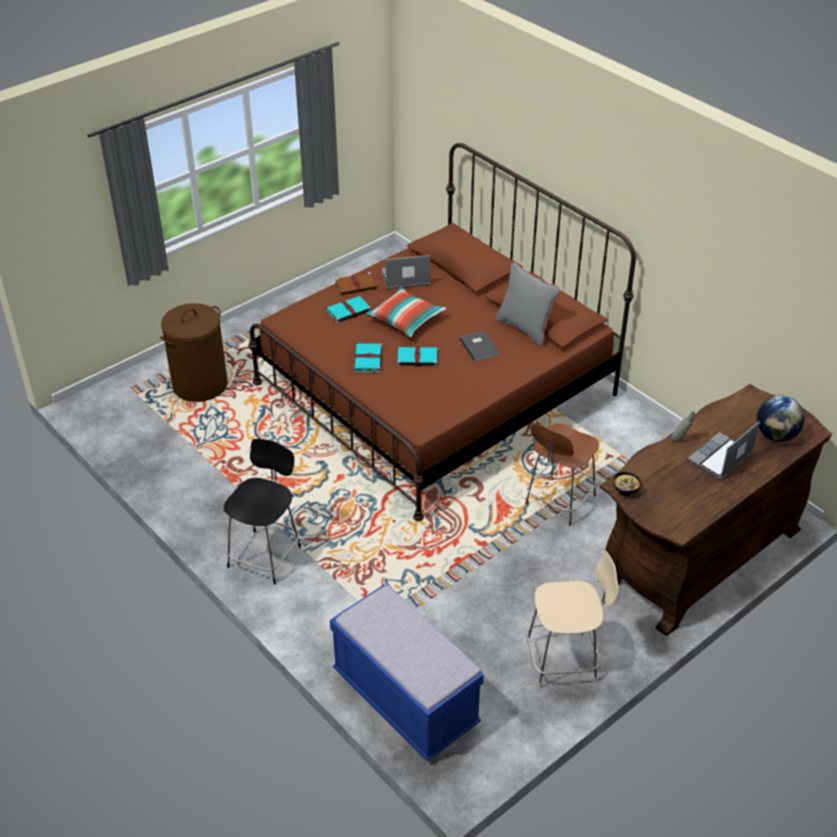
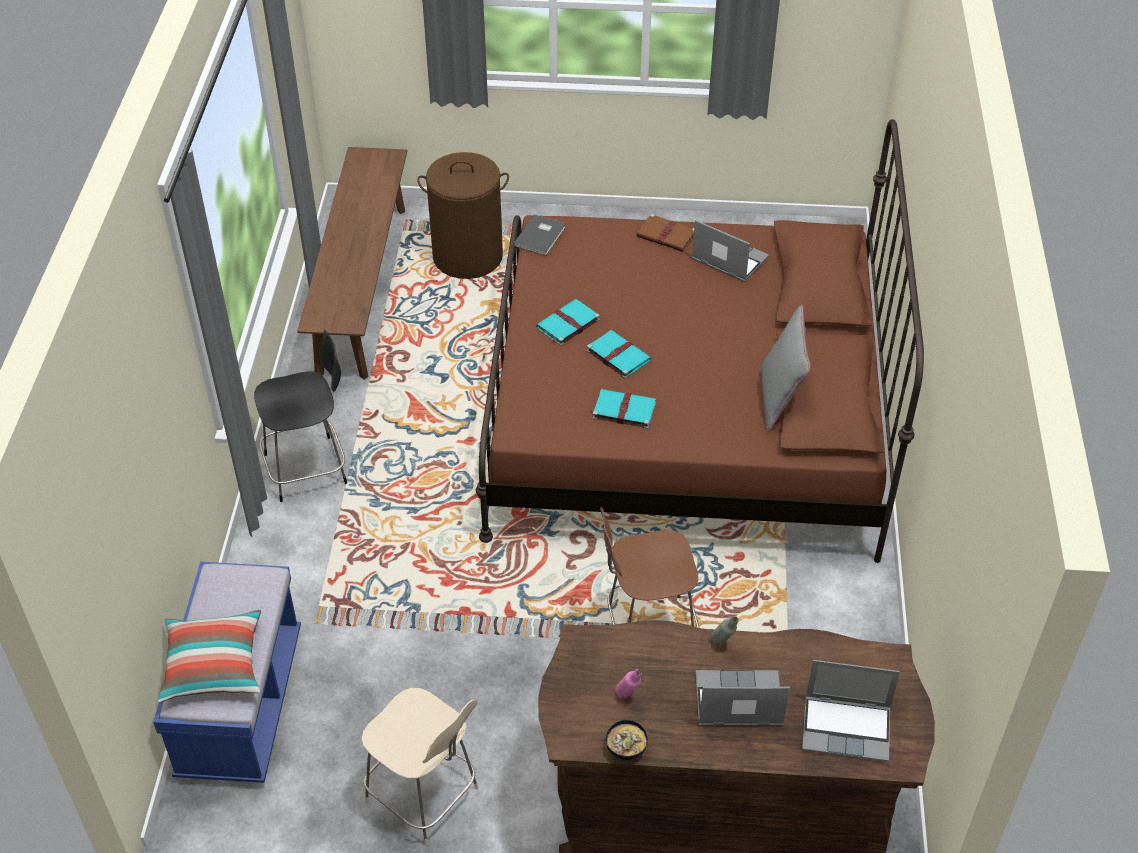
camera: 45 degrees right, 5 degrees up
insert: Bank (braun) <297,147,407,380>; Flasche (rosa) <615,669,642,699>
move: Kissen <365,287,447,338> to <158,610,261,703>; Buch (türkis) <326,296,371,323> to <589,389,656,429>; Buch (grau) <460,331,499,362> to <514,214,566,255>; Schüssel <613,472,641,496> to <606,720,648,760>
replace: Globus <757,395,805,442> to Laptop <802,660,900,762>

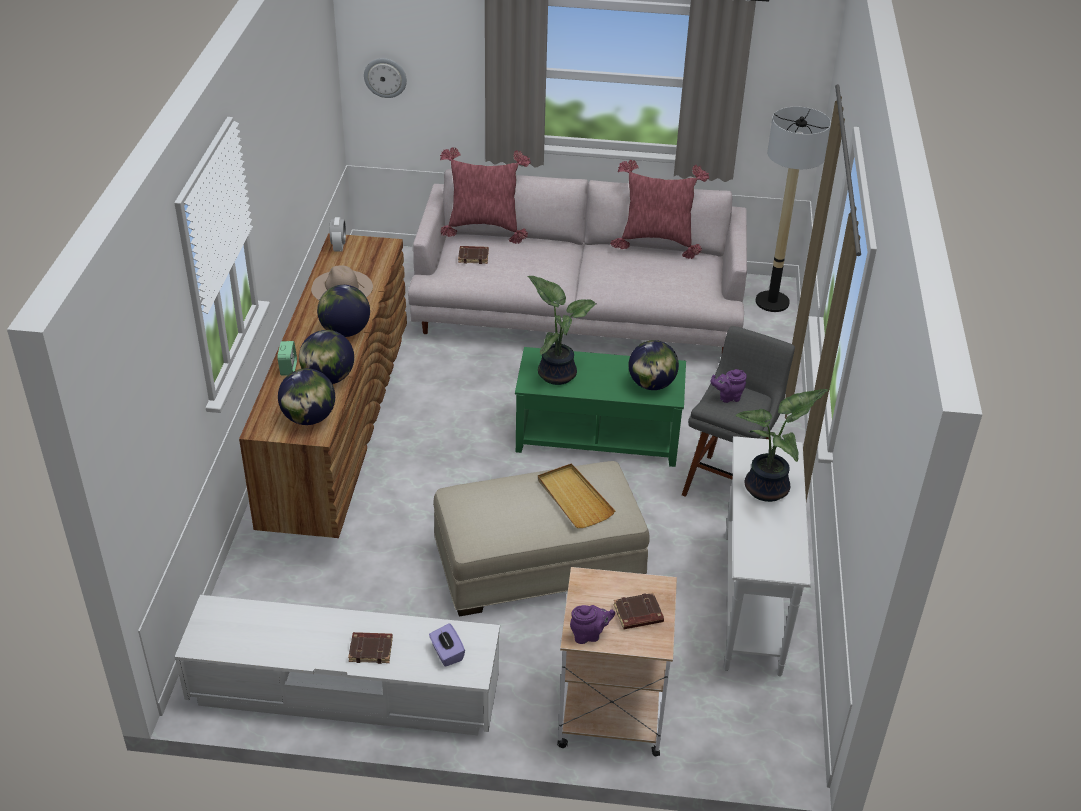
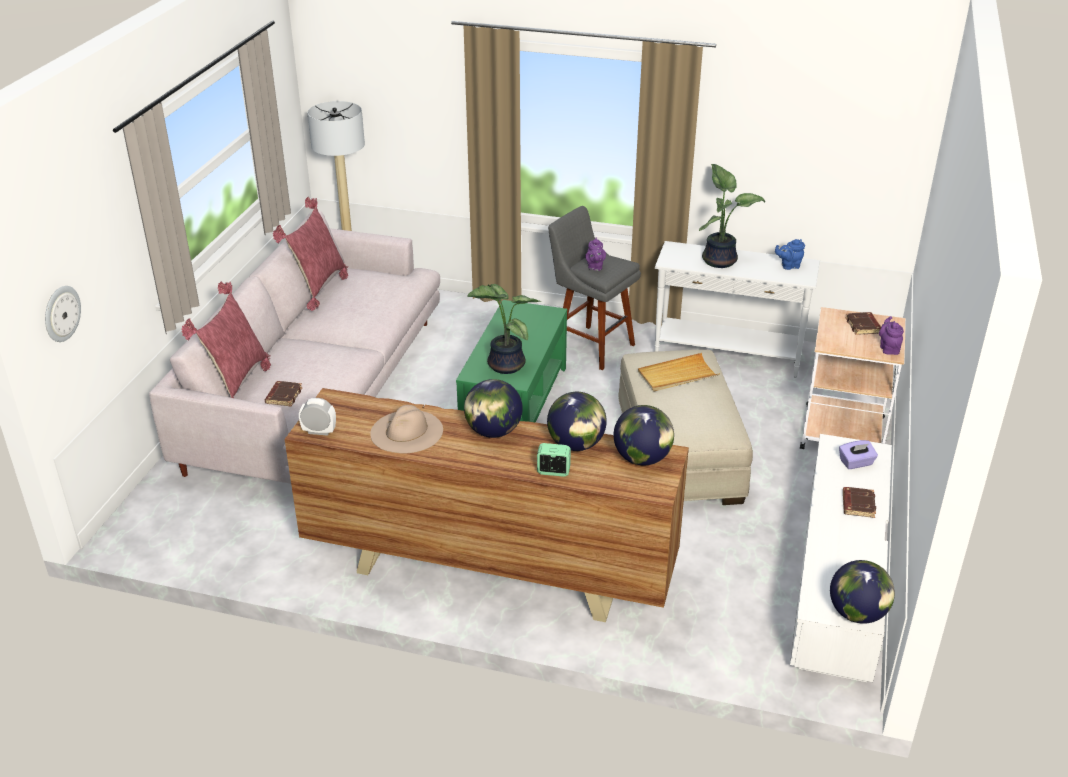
camera: 80 degrees left, 5 degrees down
insert: Teekanne (blau) <775,239,805,270>
move: Globus <629,340,679,390> to <830,560,895,624>

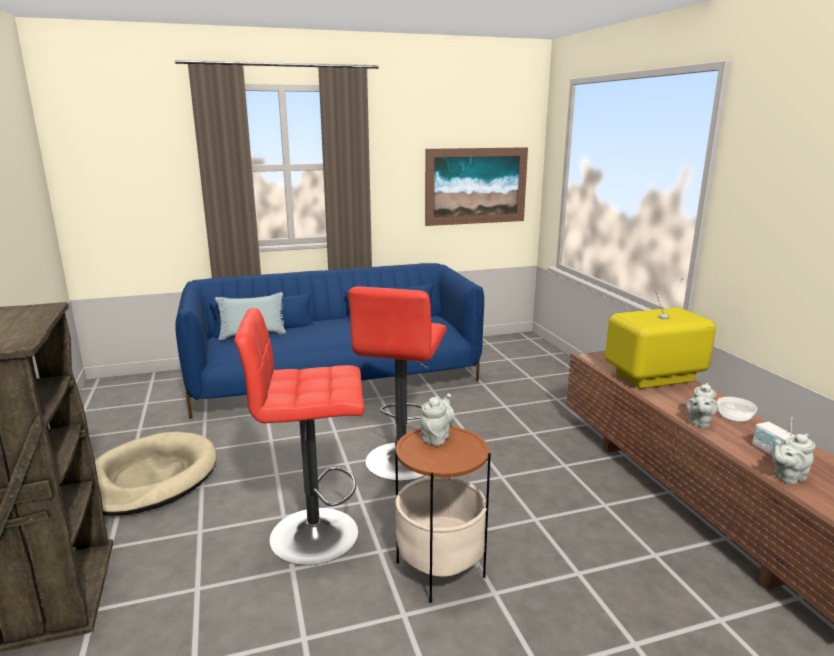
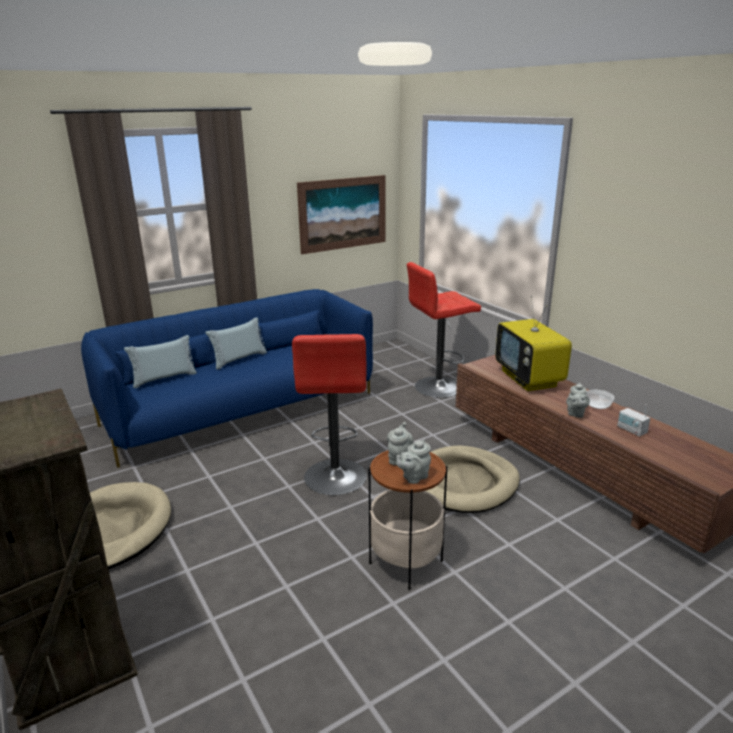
camera: 15 degrees left, 5 degrees up
insert: Kissen (blau) <205,317,267,369>; Hundebett (beige) <426,446,520,513>
move: Hocker (rot) <234,308,364,565> to <407,262,481,398>; Teekanne (grau) <772,434,815,484> to <396,439,431,484>
rotate: Fernseher <605,278,716,389> = <495,296,572,391> 75 degrees counterclockwise

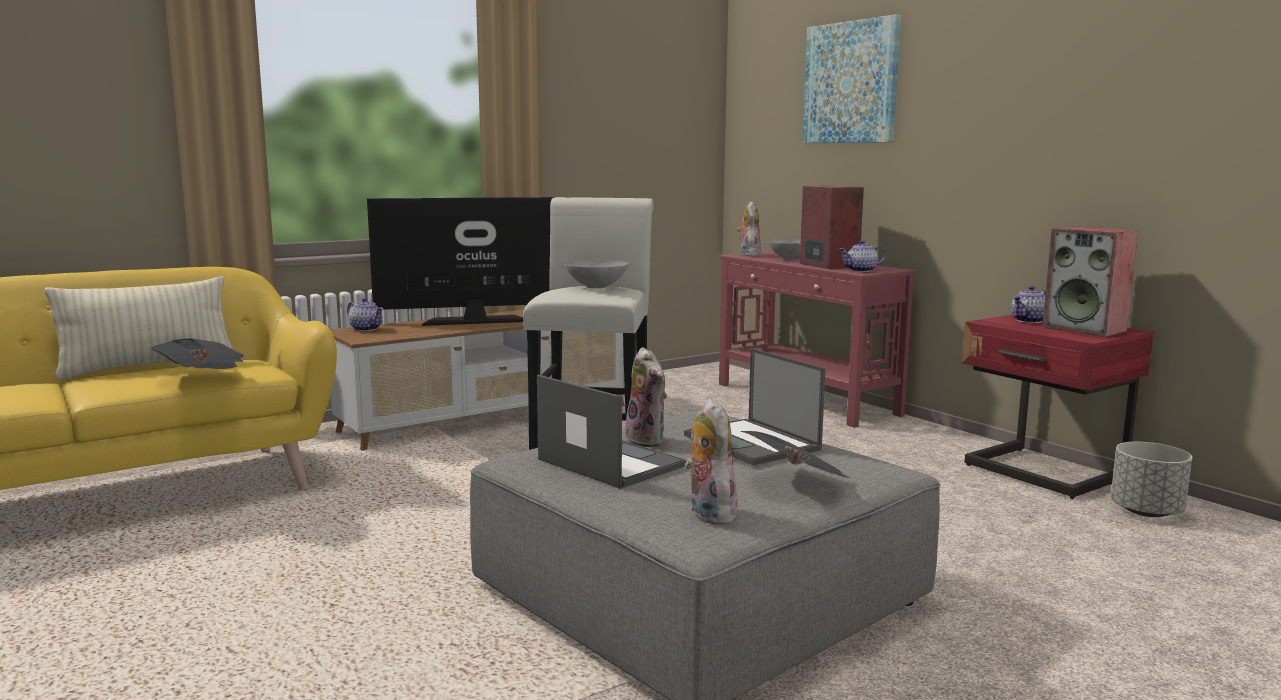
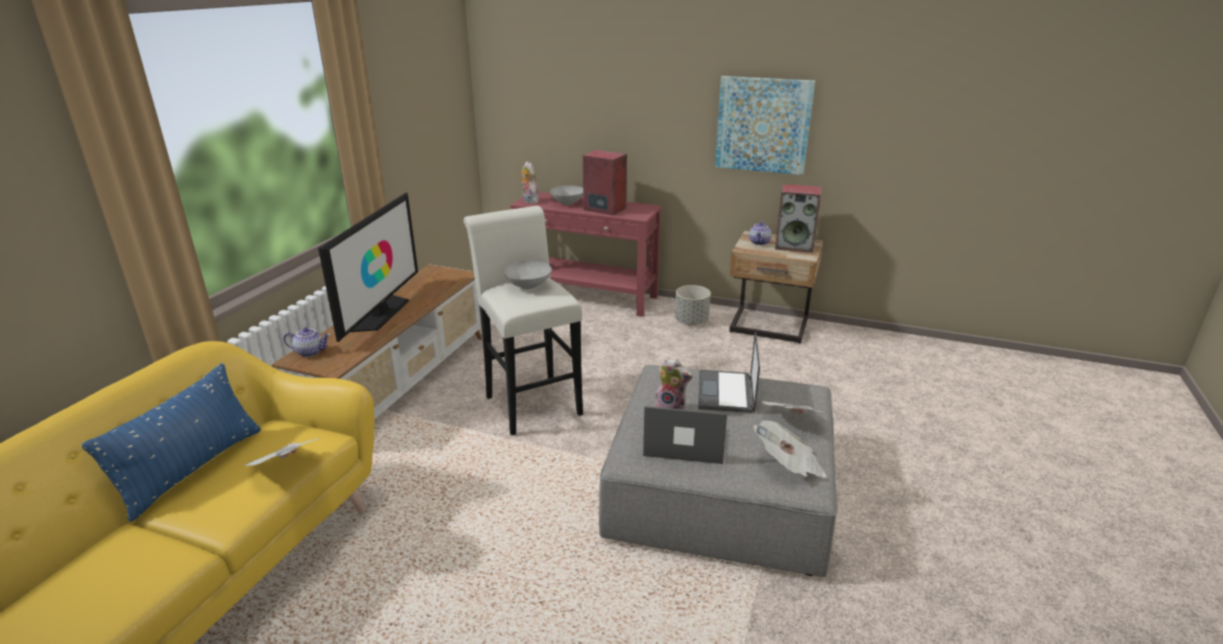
camera: 35 degrees left, 15 degrees up
delete: Teekanne <839,240,885,272>
move: Bild <803,14,901,143> to <715,76,815,175>; Pflanzkübel (grau) <1111,442,1192,517> to <675,285,711,325>
replace: Plüschtier <685,399,738,525> to Zeitung <753,420,827,478>
recolor: Kissen (beige) <44,276,234,380> to Kissen (blau) <82,363,261,522>; Nachttisch (rot) <962,315,1153,499> to Nachttisch (beige) <729,231,823,344>
rotate: Fernseher <367,197,556,326> = <318,192,418,342> 150 degrees clockwise; Laptop <684,348,826,465> = <698,332,760,413> 75 degrees clockwise

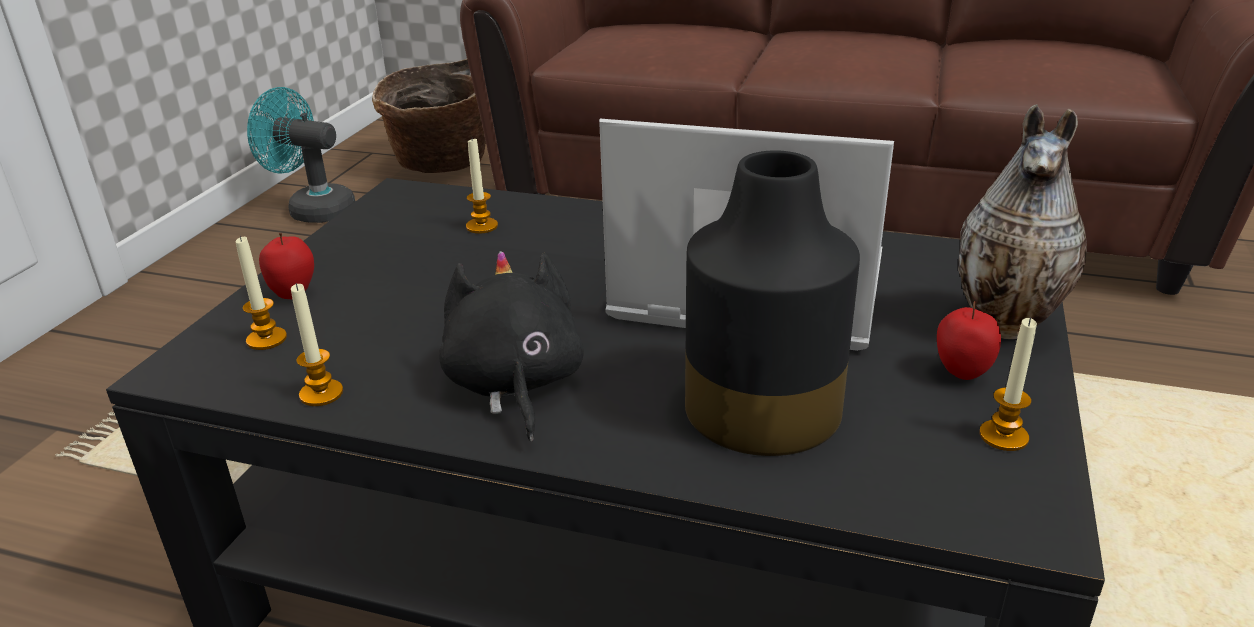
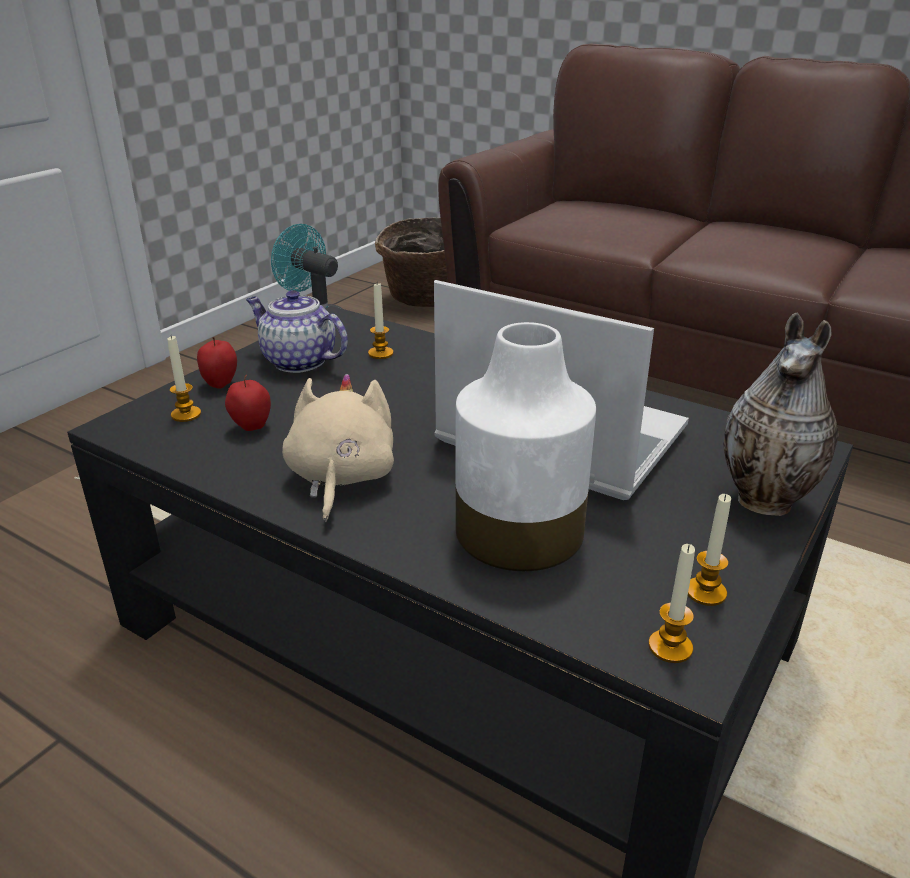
camera: 15 degrees right, 0 degrees up
insert: Teekanne <246,290,348,373>
move: Kerze <291,283,343,406> to <648,544,695,663>; Apfel <937,301,1001,380> to <225,375,271,431>
recolor: Vase (schwarz) <685,150,860,456> to Vase (weiß) <456,322,596,571>; Plüschtier (schwarz) <439,251,584,441> to Plüschtier (beige) <282,374,394,522>

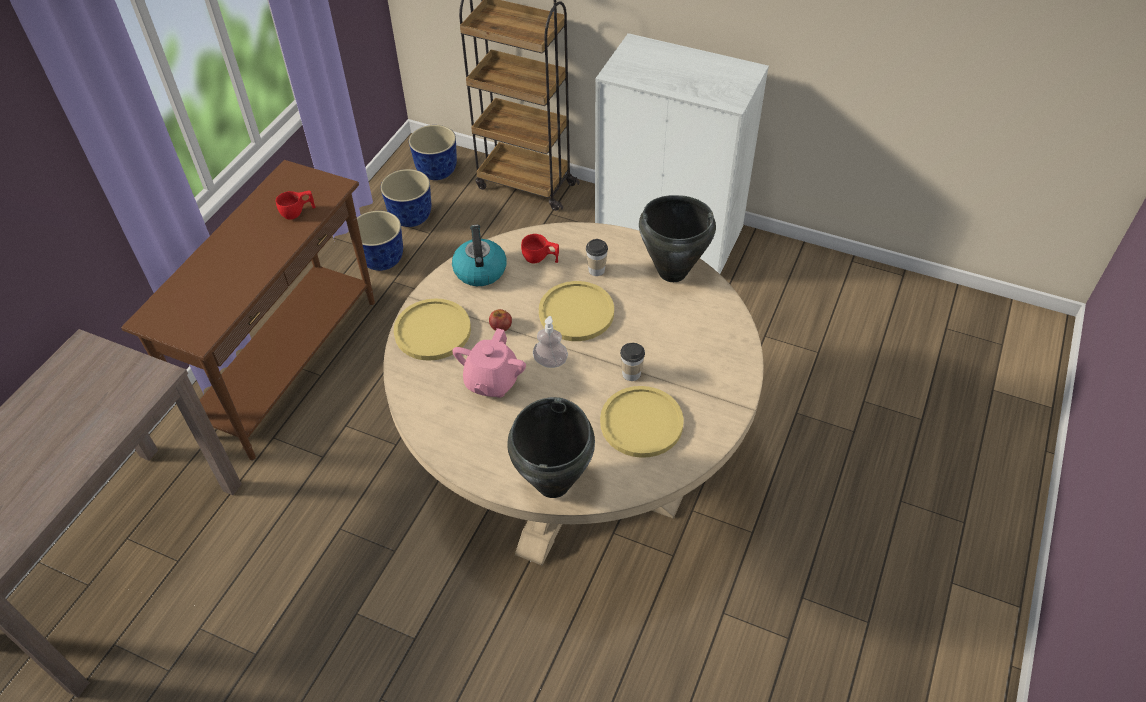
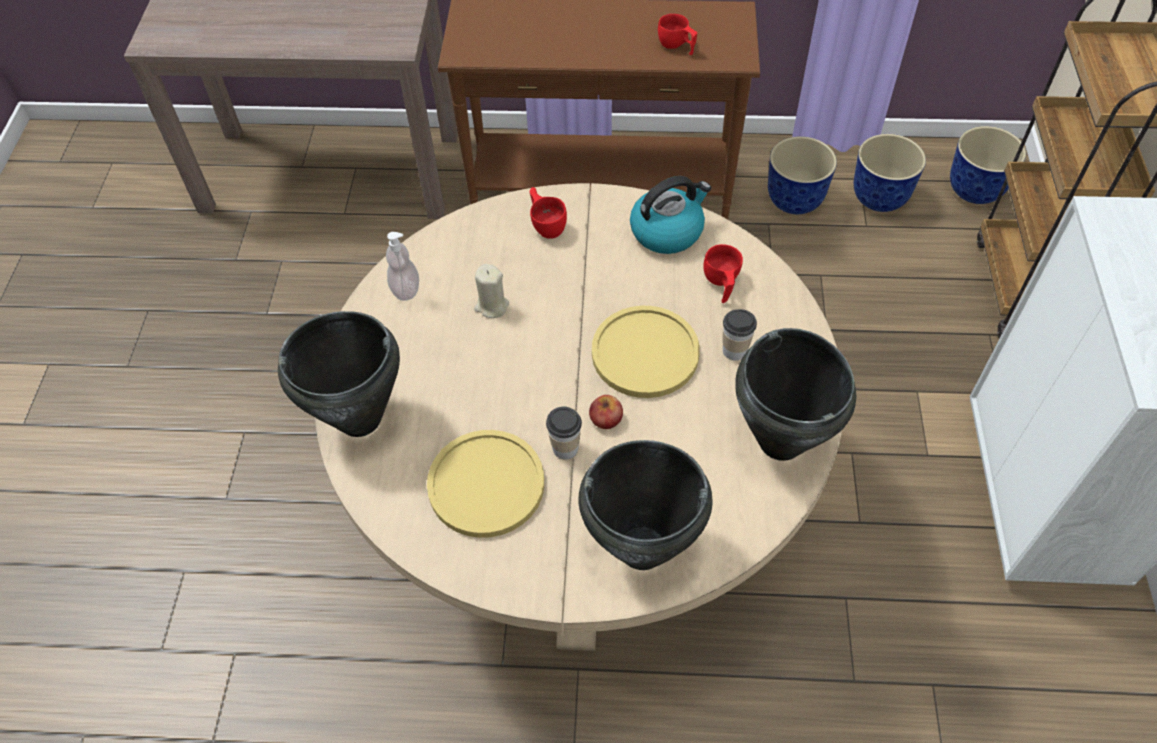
camera: 70 degrees right, 5 degrees up
insert: Kochtopf (schwarz) <578,440,713,570>
move: Apfel <489,309,512,331> to <589,395,623,429>; Seifenspender <533,316,568,368> to <386,232,419,301>
replace: Teller (gelb) <394,298,471,361> to Tasse (rot) <530,187,567,239>; Teekanne (rosa) <452,328,526,398> to Kerze (beige) <474,264,509,318>

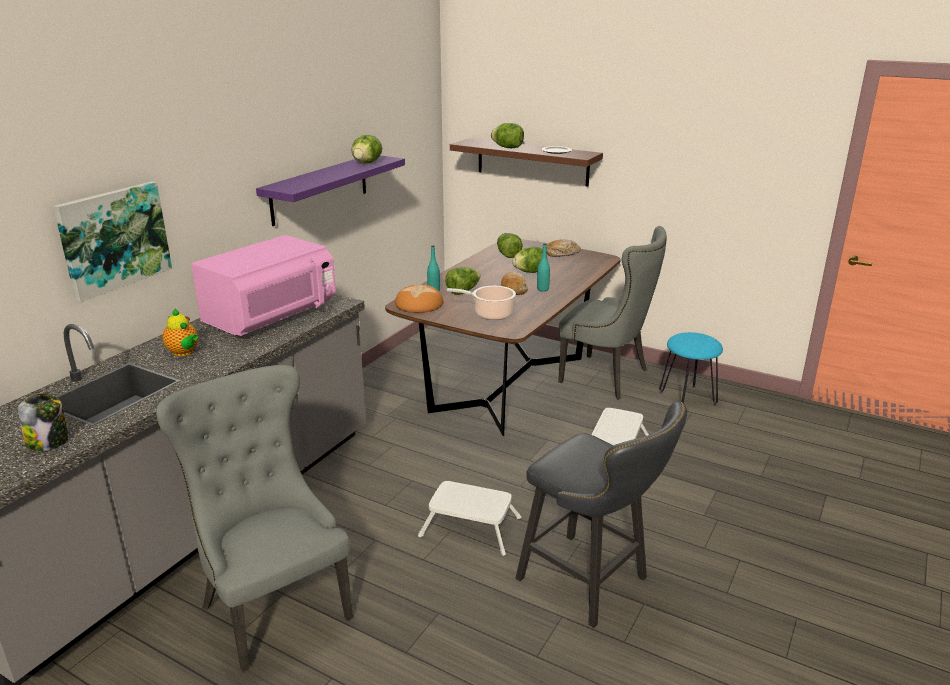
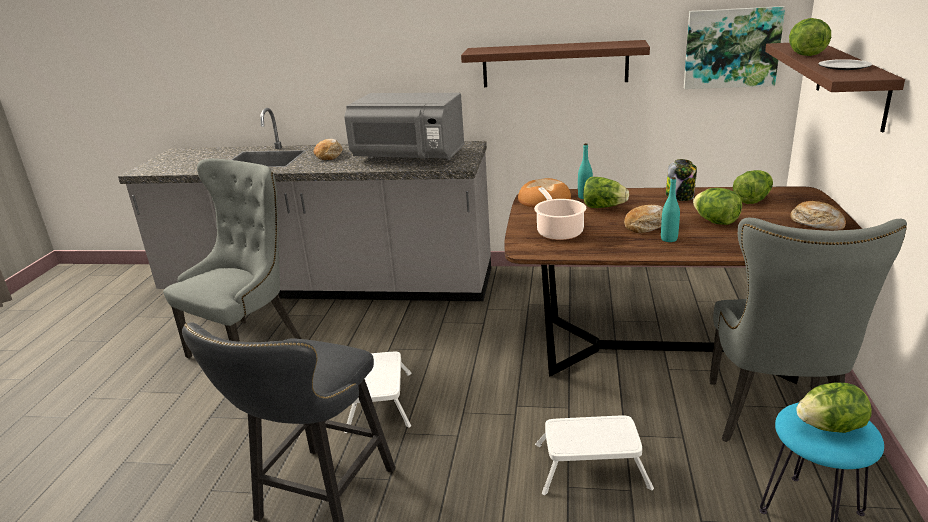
camera: 70 degrees right, 0 degrees up
move: Salatkopf <351,135,382,164> to <796,382,872,433>; Bild <53,181,172,302> to <684,6,785,89>; Vorratsglas <18,393,69,451> to <666,159,697,201>
replace: Teekanne <162,308,198,356> to Brot <314,139,343,160>
recolor: Wandregal (lila) <256,155,405,226> to Wandregal (braun) <461,40,650,87>; Mikrowelle (rosa) <191,235,336,336> to Mikrowelle (grau) <344,93,465,160>

